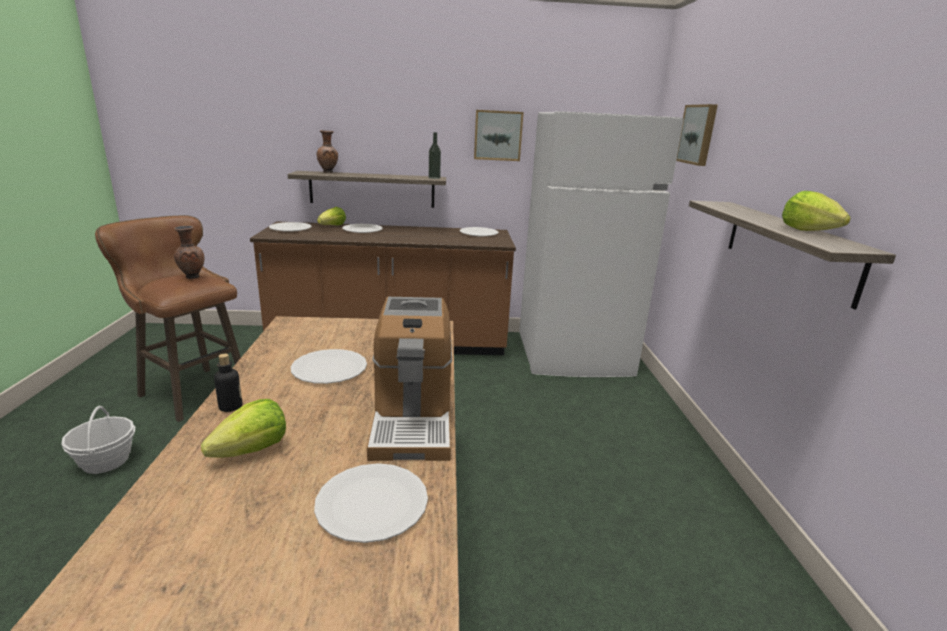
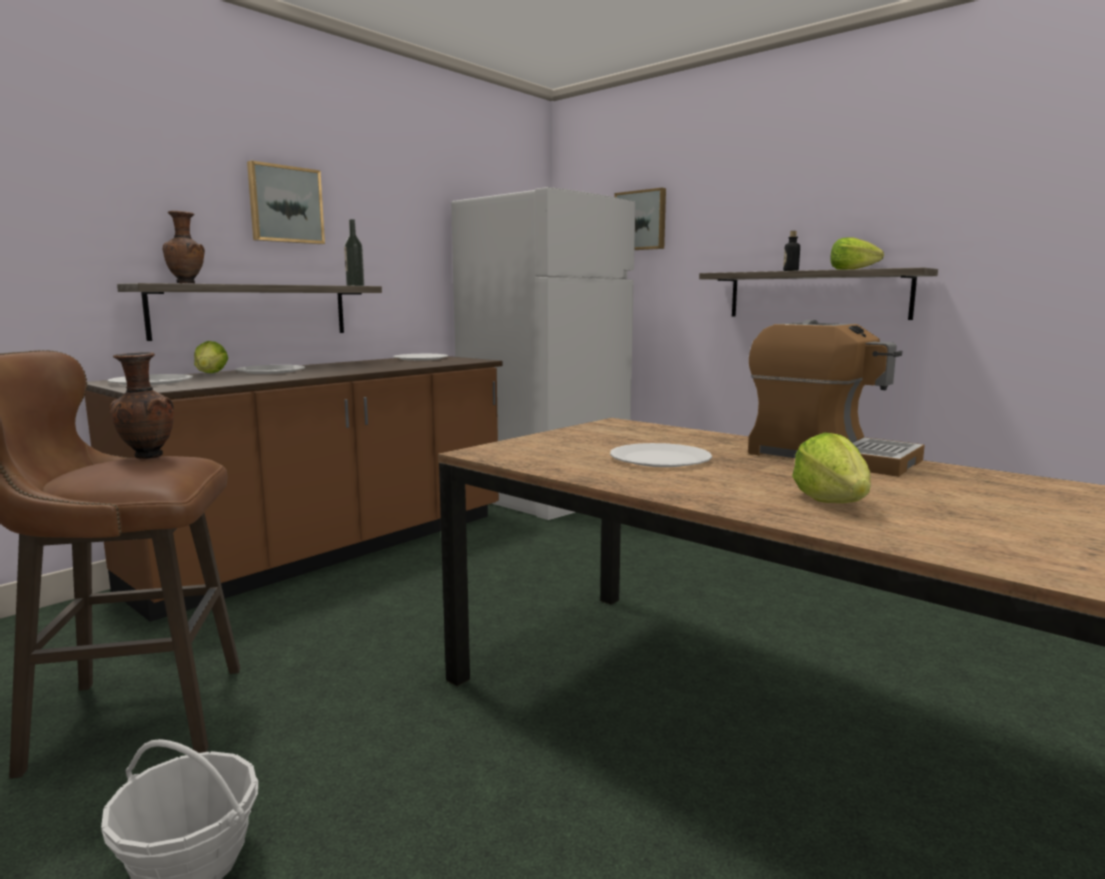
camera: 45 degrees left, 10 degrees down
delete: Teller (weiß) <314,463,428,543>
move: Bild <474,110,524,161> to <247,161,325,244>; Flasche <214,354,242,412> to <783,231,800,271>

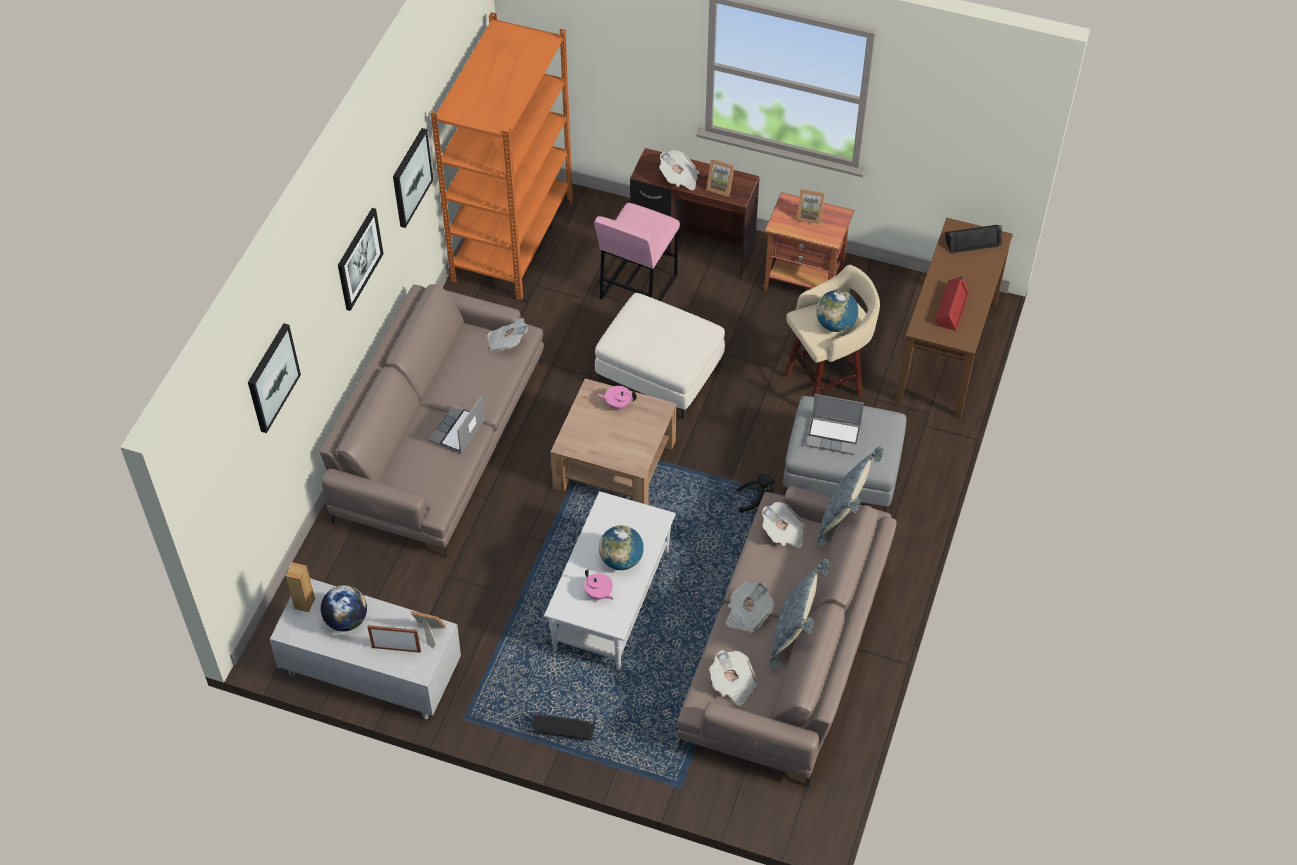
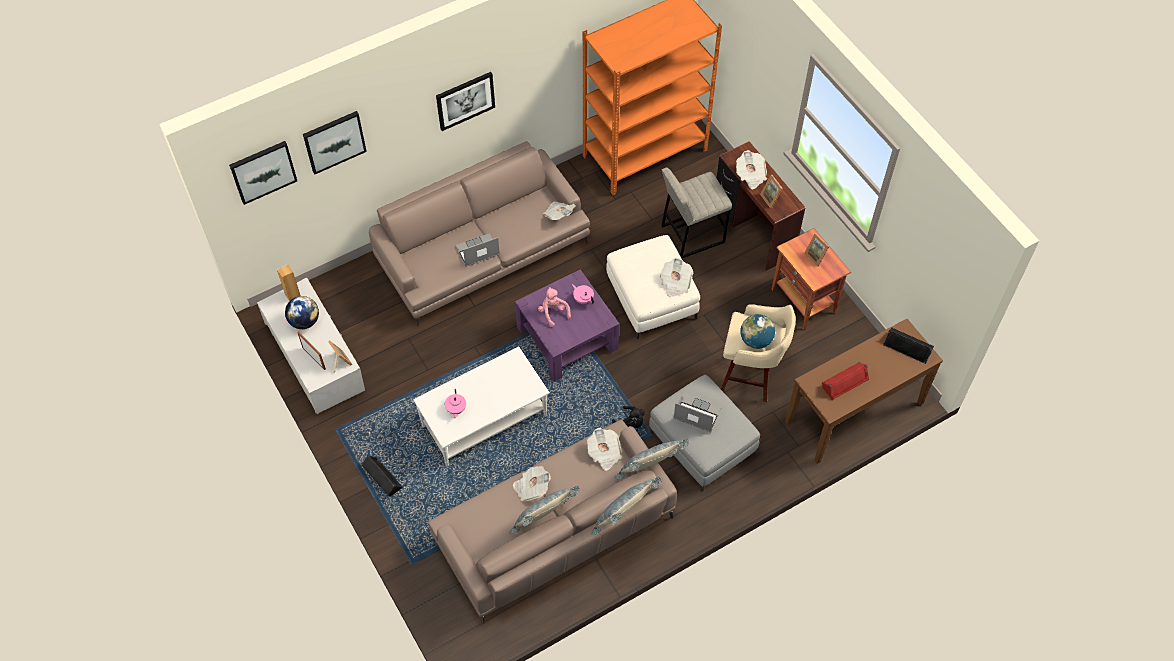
camera: 40 degrees right, 5 degrees up
delete: Globus <599,525,644,570>
insert: Plüschtier (rosa) <538,287,571,327>; Kissen <591,476,663,535>
move: Bild <393,128,433,228> to <229,141,297,205>; Zeitung <709,650,757,706> to <660,258,693,297>
recolor: Stuhl (rosa) <594,203,680,301> to Stuhl (grau) <661,168,732,258>; Couchtisch (braun) <550,378,676,505> to Couchtisch (lila) <515,269,619,382>
rotate: Laptop <806,394,864,455> = <673,394,722,432> 150 degrees clockwise

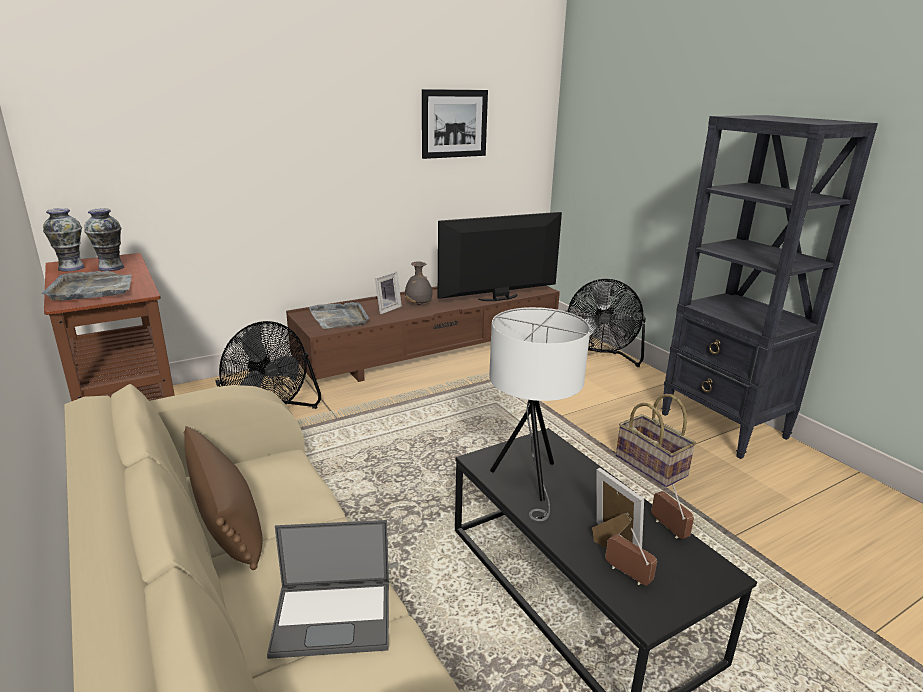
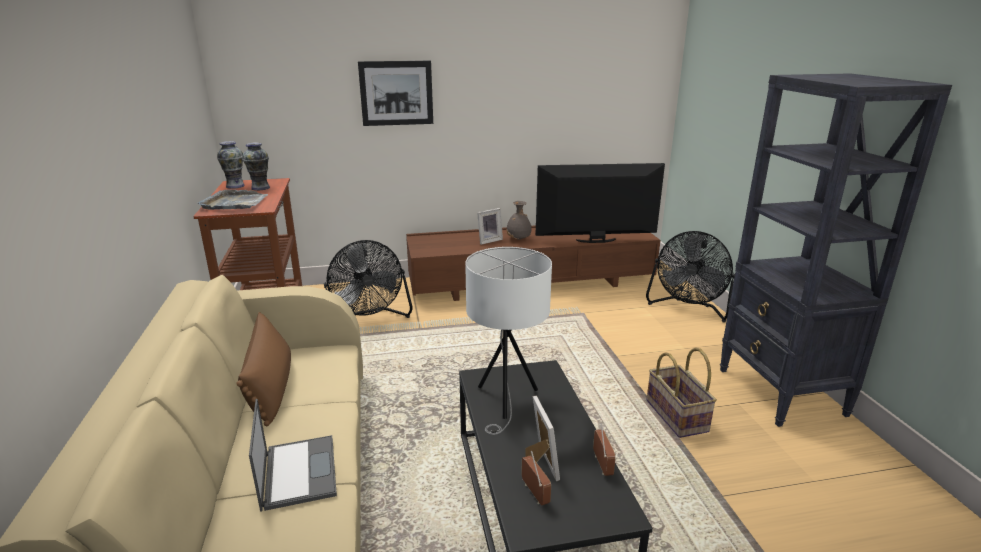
camera: 20 degrees right, 0 degrees up
delete: Tablett (grau) <309,302,369,329>
move: Bild <422,89,488,159> to <358,61,433,126>
rotate: Laptop <267,520,389,659> = <249,399,337,511> 120 degrees counterclockwise

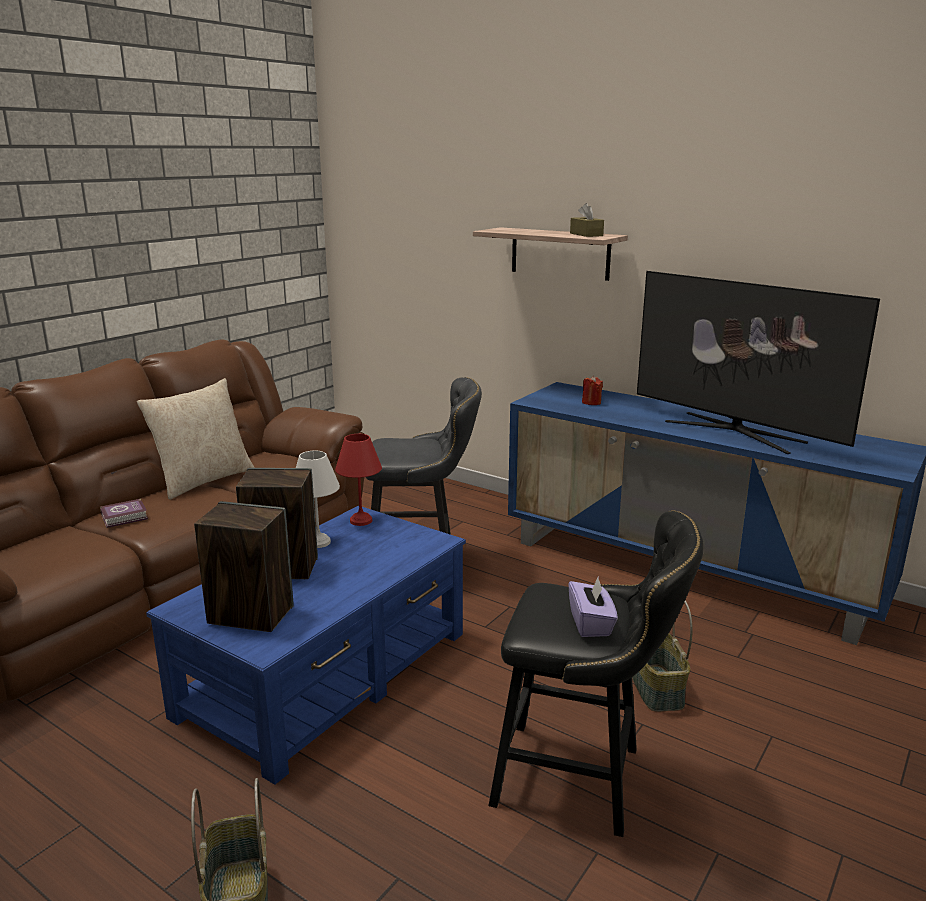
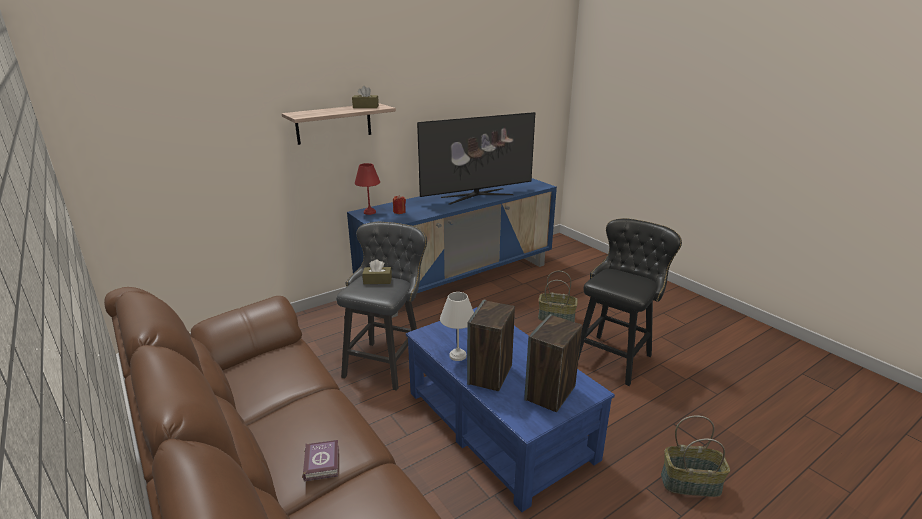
camera: 70 degrees left, 5 degrees up
delete: Kissen (beige) <137,378,255,500>; Taschentuchbox (lila) <568,578,618,637>
insert: Taschentuchbox (braun) <362,259,392,284>
move: Tischlampe (rot) <335,434,382,526> to <355,163,380,215>

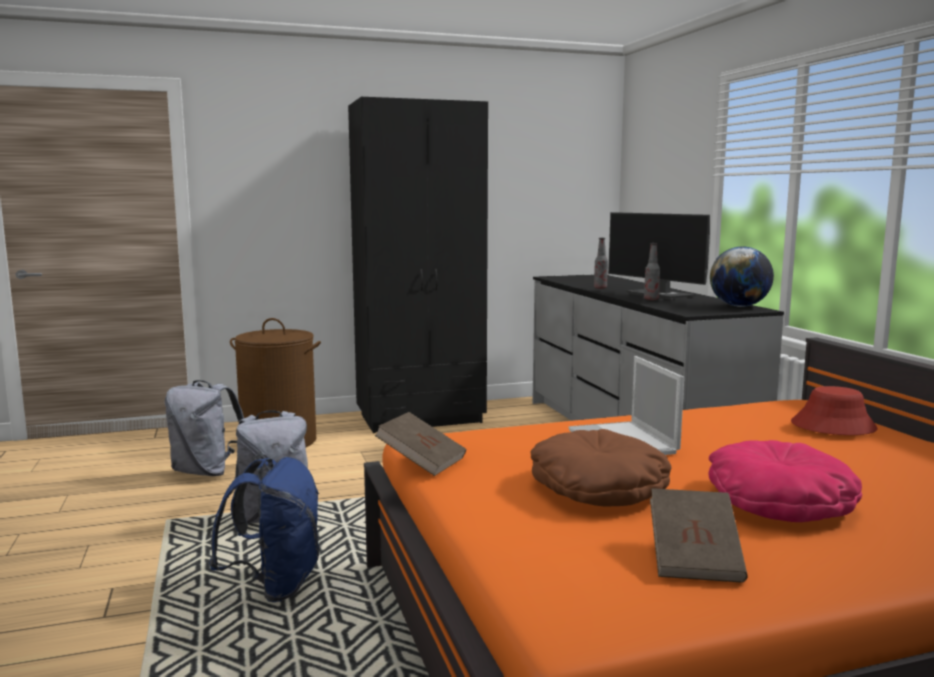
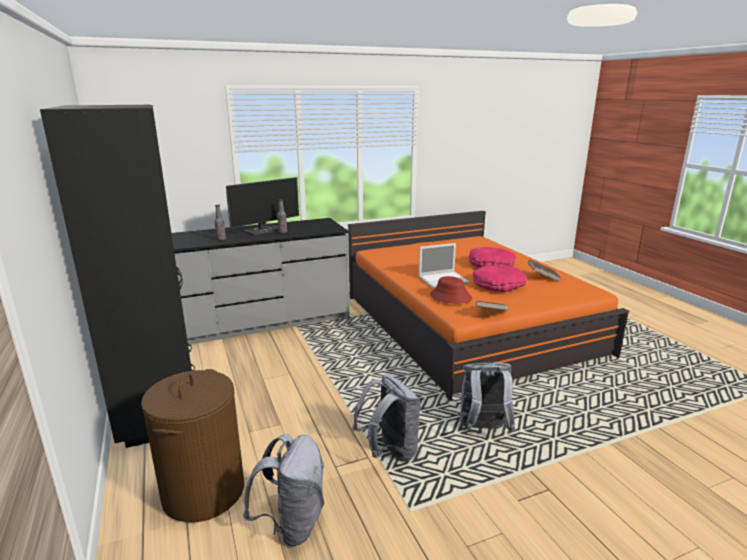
camera: 95 degrees left, 10 degrees up
delete: Globus <710,246,774,307>
move: Hut (rot) <791,386,877,435> to <430,276,472,304>
recolor: Kissen (braun) <530,429,672,507> to Kissen (rosa) <473,264,527,292>; Rucksack (blau) <209,457,319,602> to Rucksack (grau) <458,362,515,432>

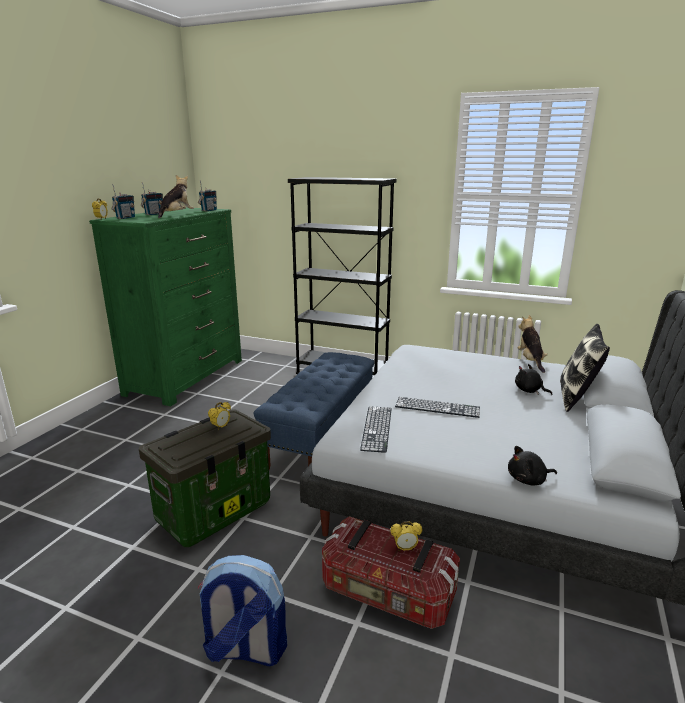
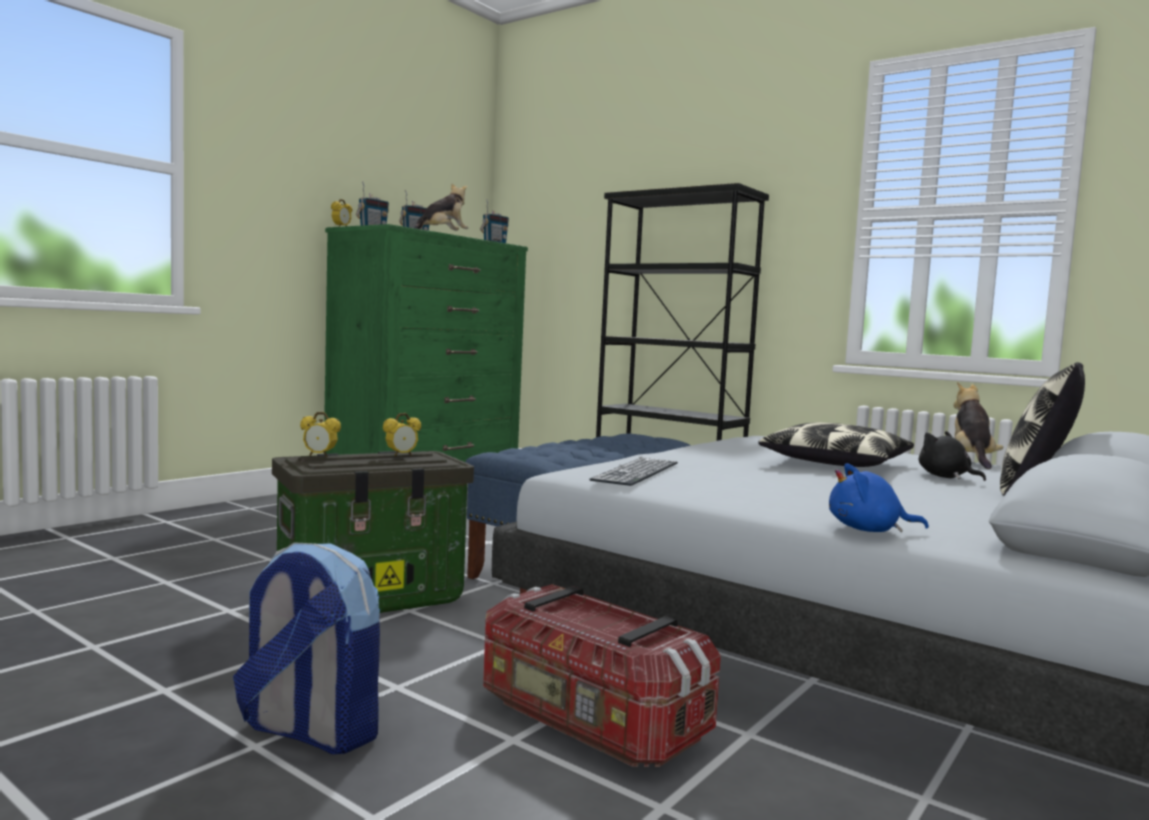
camera: 15 degrees right, 15 degrees down
delete: Tastatur <395,397,480,418>
insert: Kissen <758,423,914,467>
move: Wecker <390,521,422,551> to <300,412,341,457>
recolor: Plüschtier (schwarz) <508,446,557,486> to Plüschtier (blau) <829,463,929,532>

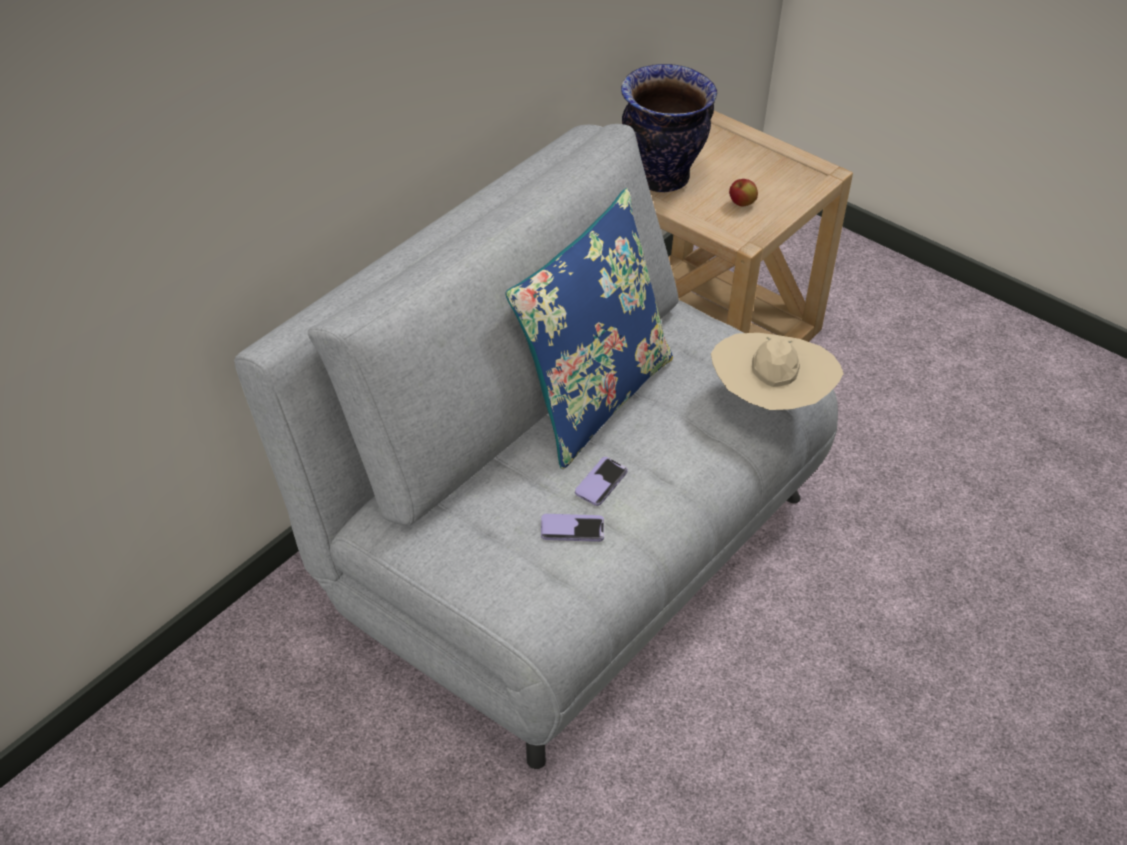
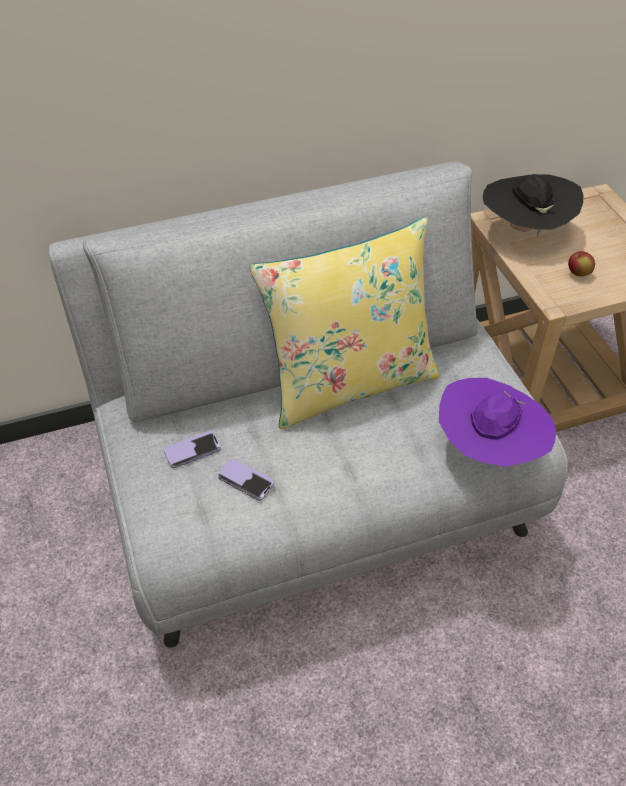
camera: 35 degrees right, 5 degrees up
move: Handy <575,457,628,506> to <164,431,221,468>
replace: Vase <621,64,717,192> to Hut (schwarz) <483,174,583,238>
recolor: Kissen (blau) <505,188,673,469> to Kissen (gelb) <249,217,439,430>; Hut (beige) <711,333,844,410> to Hut (lila) <439,378,556,467>

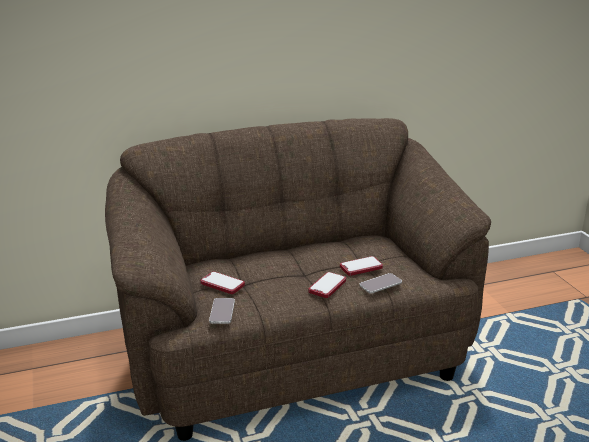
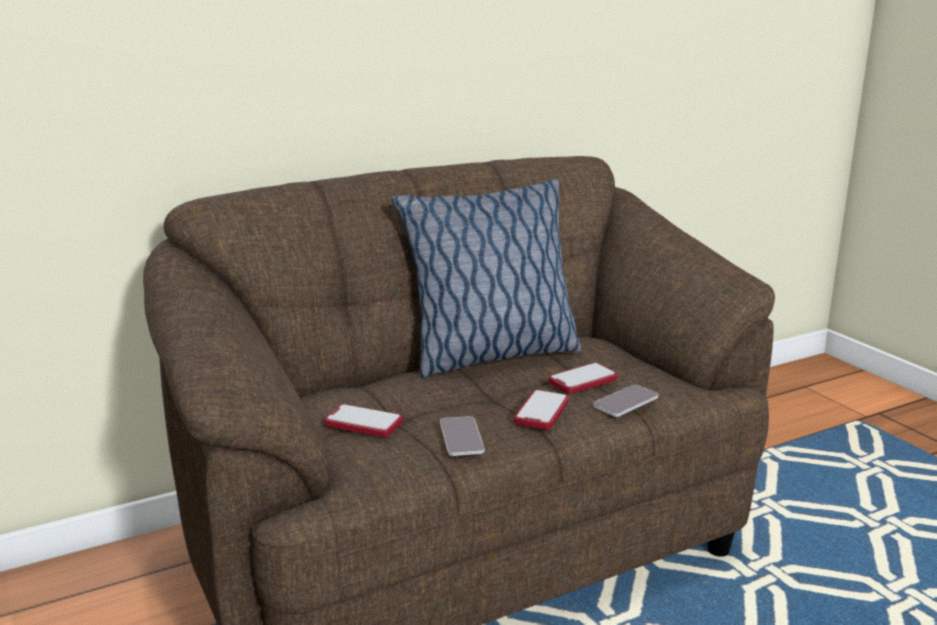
camera: 10 degrees left, 5 degrees down
insert: Kissen <391,179,581,378>
move: Handy <209,298,235,324> to <440,416,484,456>

